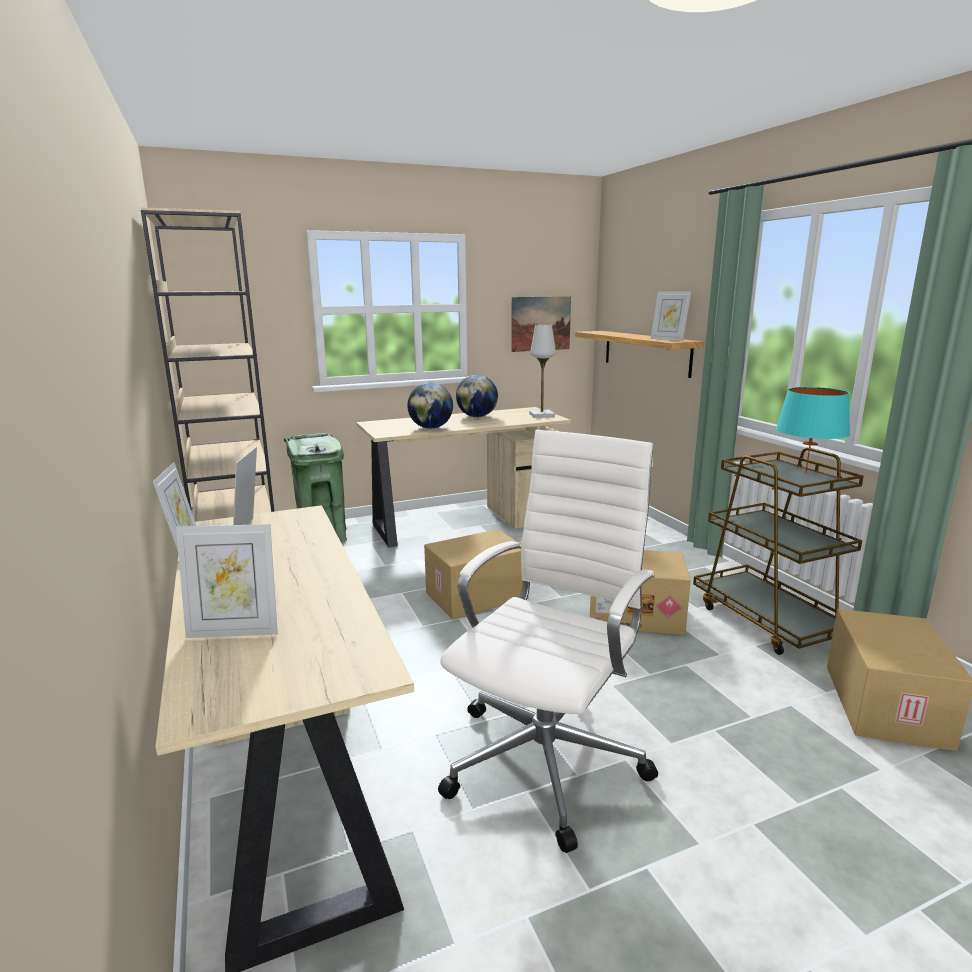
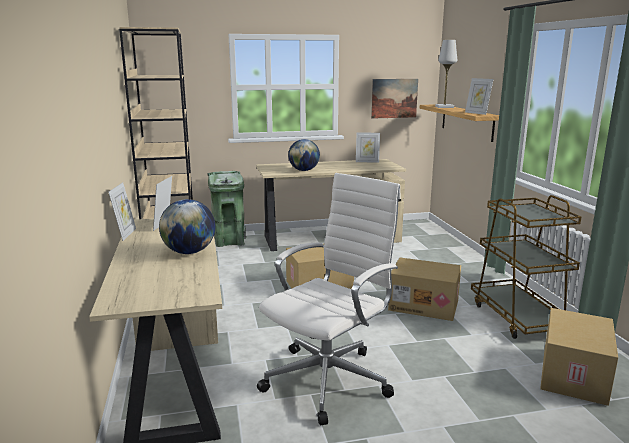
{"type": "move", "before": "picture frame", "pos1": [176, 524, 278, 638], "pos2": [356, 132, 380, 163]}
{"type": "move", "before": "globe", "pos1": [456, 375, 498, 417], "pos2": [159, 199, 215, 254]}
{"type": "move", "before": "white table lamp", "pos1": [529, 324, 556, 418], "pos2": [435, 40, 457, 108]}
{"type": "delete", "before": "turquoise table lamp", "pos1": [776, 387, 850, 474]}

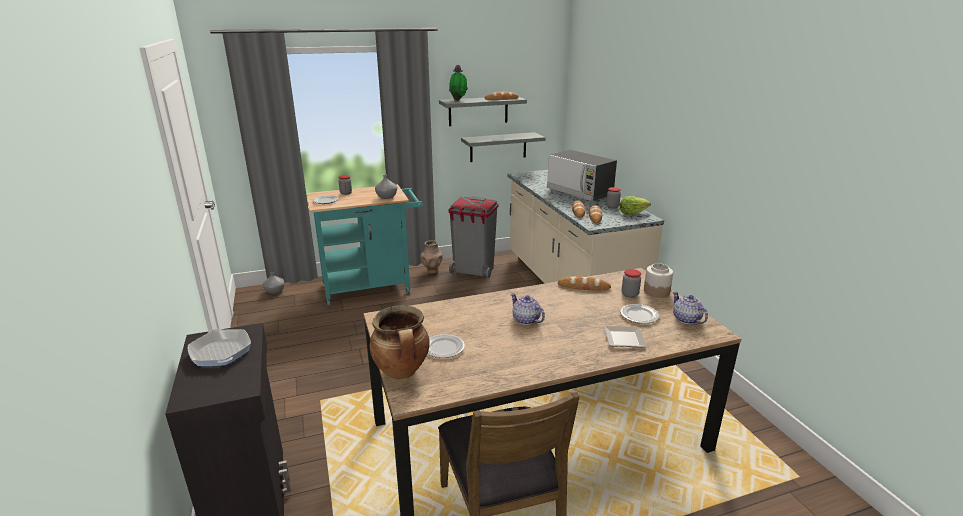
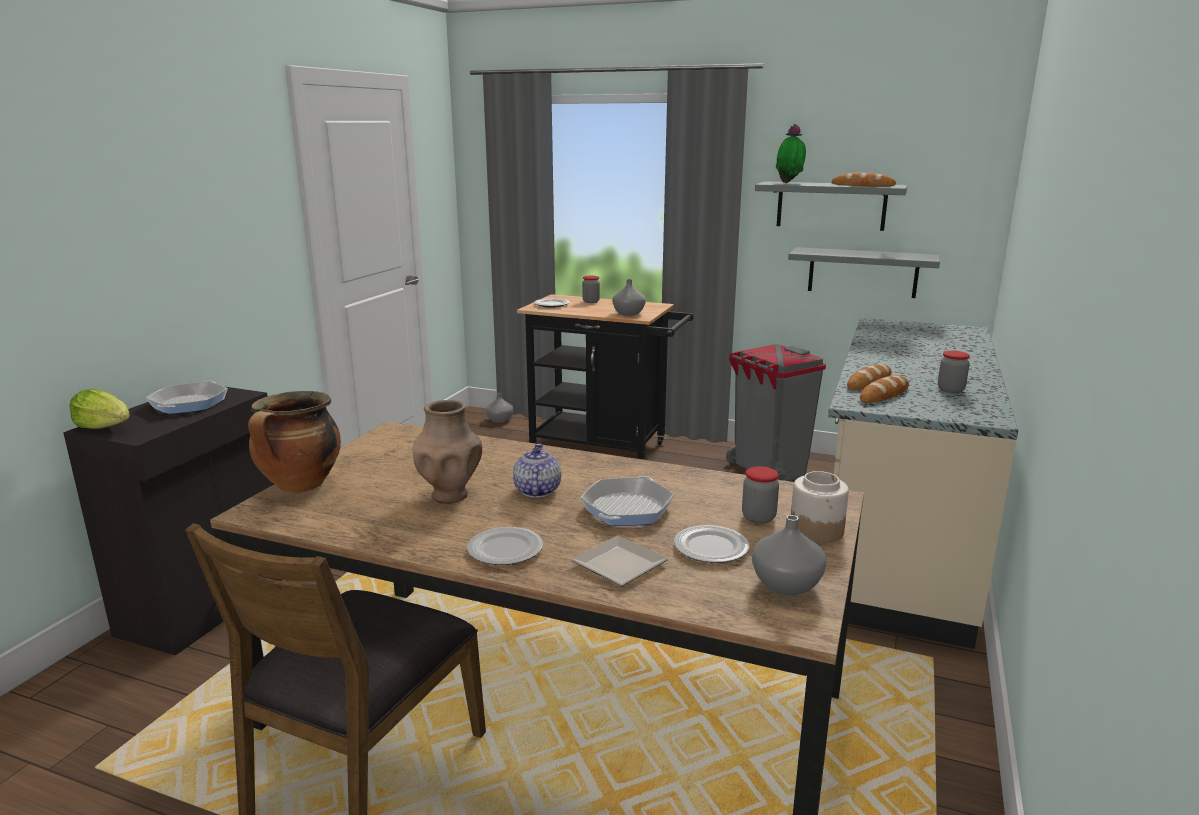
{"type": "recolor", "before": "turquoise cart", "after": "black cart", "pos1": [307, 184, 423, 306], "pos2": [517, 294, 694, 460]}
{"type": "move", "before": "brown vase", "pos1": [420, 240, 443, 274], "pos2": [413, 400, 482, 504]}
{"type": "move", "before": "plate", "pos1": [428, 334, 465, 358], "pos2": [467, 527, 543, 565]}
{"type": "delete", "before": "microwave", "pos1": [547, 150, 617, 201]}
{"type": "delete", "before": "bread", "pos1": [558, 276, 611, 290]}
{"type": "move", "before": "lettuce", "pos1": [620, 196, 651, 215], "pos2": [69, 389, 130, 429]}
{"type": "replace", "before": "teapot", "after": "grey vase", "pos1": [673, 291, 708, 324], "pos2": [752, 515, 827, 595]}
{"type": "insert", "after": "frying pan", "pos2": [581, 476, 674, 526]}

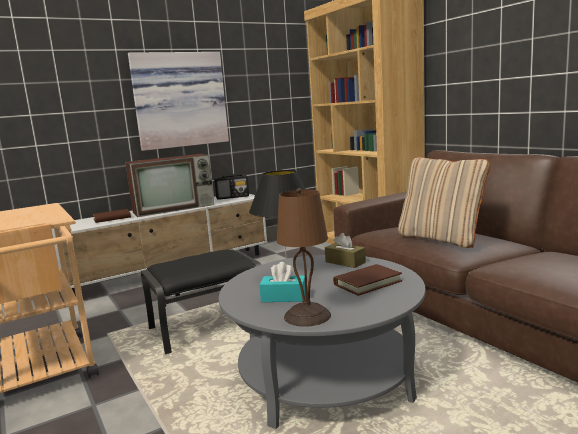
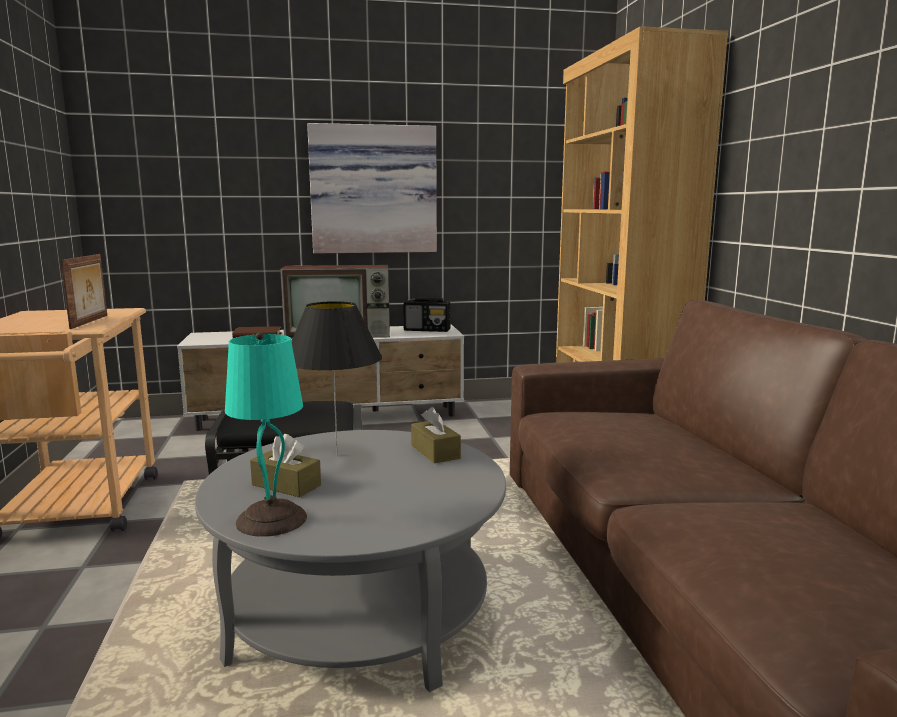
{"type": "recolor", "before": "turquoise tissue box", "after": "brown tissue box", "pos1": [259, 262, 305, 302], "pos2": [250, 434, 321, 497]}
{"type": "recolor", "before": "brown table lamp", "after": "turquoise table lamp", "pos1": [277, 188, 331, 327], "pos2": [225, 332, 307, 537]}
{"type": "delete", "before": "brown book", "pos1": [333, 264, 402, 296]}
{"type": "delete", "before": "beige pillow", "pos1": [398, 157, 490, 248]}
{"type": "insert", "after": "picture frame", "pos2": [61, 254, 107, 329]}

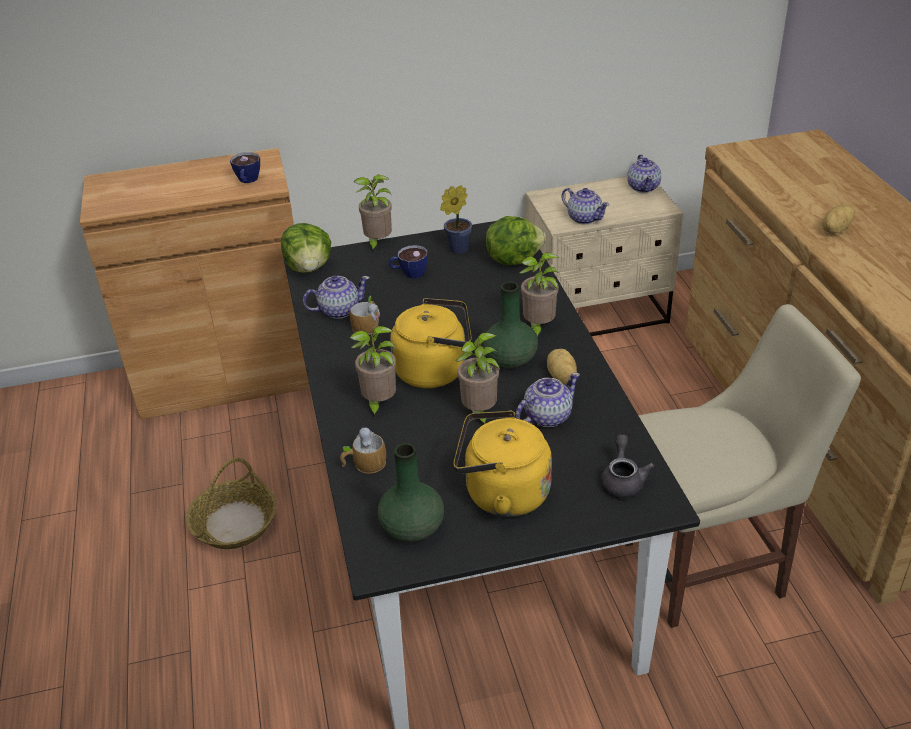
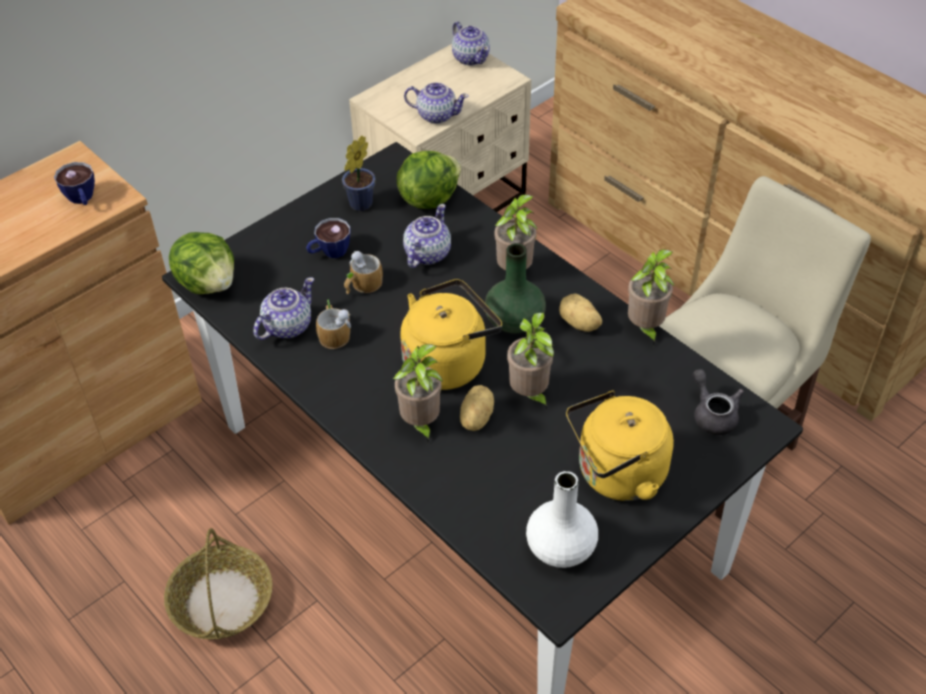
{"type": "move", "before": "mug", "pos1": [340, 427, 386, 474], "pos2": [344, 251, 383, 294]}
{"type": "move", "before": "potted plant", "pos1": [354, 175, 392, 253], "pos2": [628, 250, 675, 346]}
{"type": "recolor", "before": "green vase", "after": "white vase", "pos1": [378, 443, 444, 542], "pos2": [526, 471, 598, 568]}
{"type": "move", "before": "teapot", "pos1": [516, 372, 580, 427], "pos2": [403, 204, 451, 268]}
{"type": "move", "before": "potato", "pos1": [822, 204, 855, 234], "pos2": [460, 385, 494, 431]}

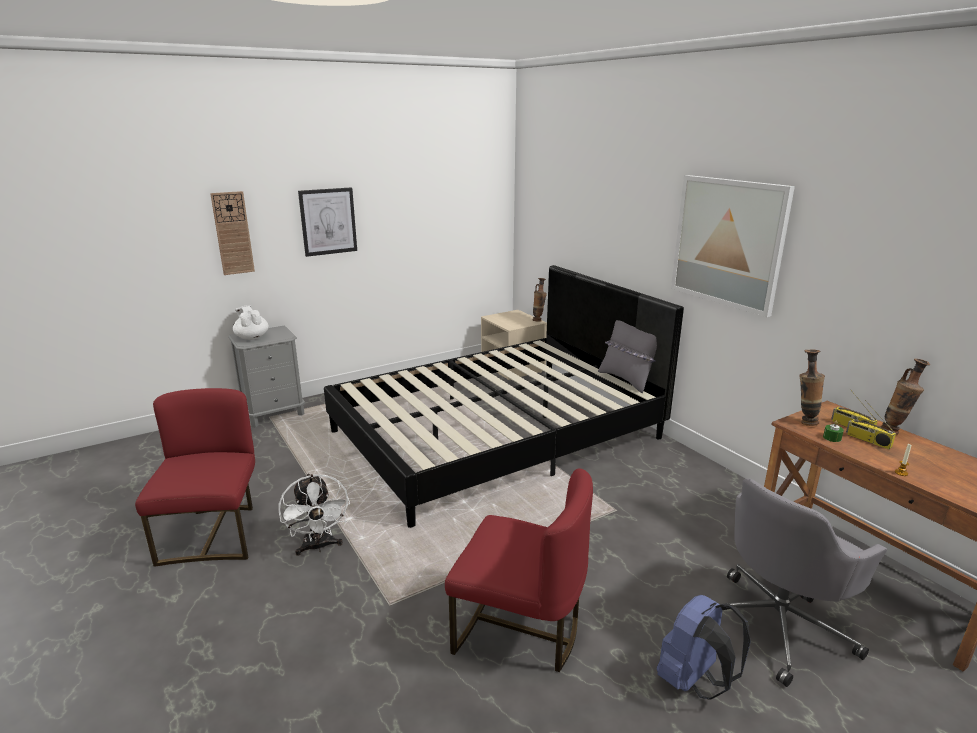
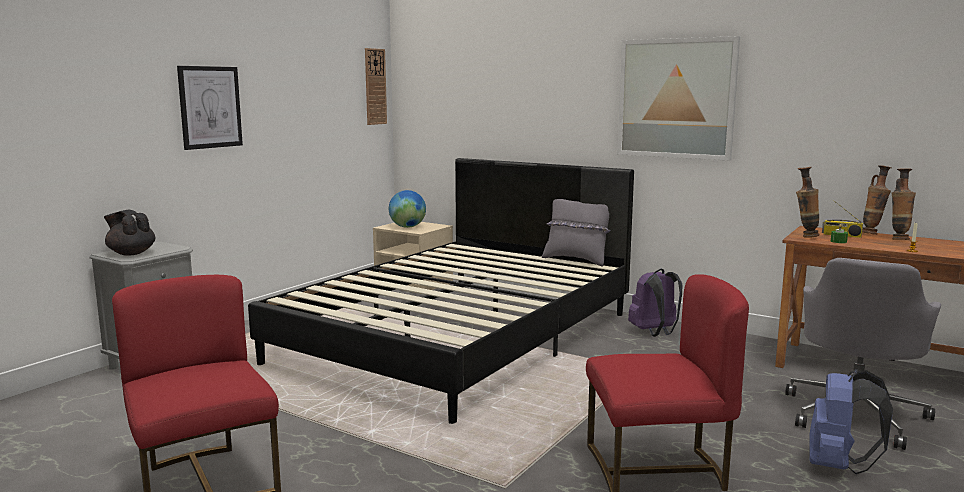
{"type": "move", "before": "wall clock", "pos1": [210, 191, 255, 275], "pos2": [365, 48, 387, 125]}
{"type": "recolor", "before": "white teapot", "after": "black teapot", "pos1": [233, 305, 269, 340], "pos2": [104, 210, 156, 256]}
{"type": "delete", "before": "white fan", "pos1": [278, 473, 350, 556]}
{"type": "move", "before": "vase", "pos1": [533, 278, 547, 322], "pos2": [892, 168, 916, 240]}
{"type": "delete", "before": "radio", "pos1": [846, 400, 896, 449]}
{"type": "insert", "after": "globe", "pos2": [389, 190, 426, 228]}
{"type": "insert", "after": "purple backpack", "pos2": [628, 269, 682, 337]}

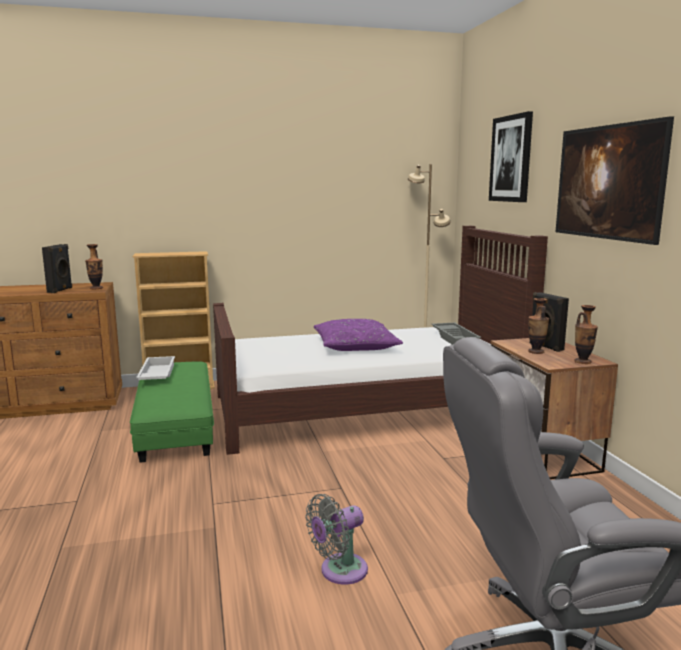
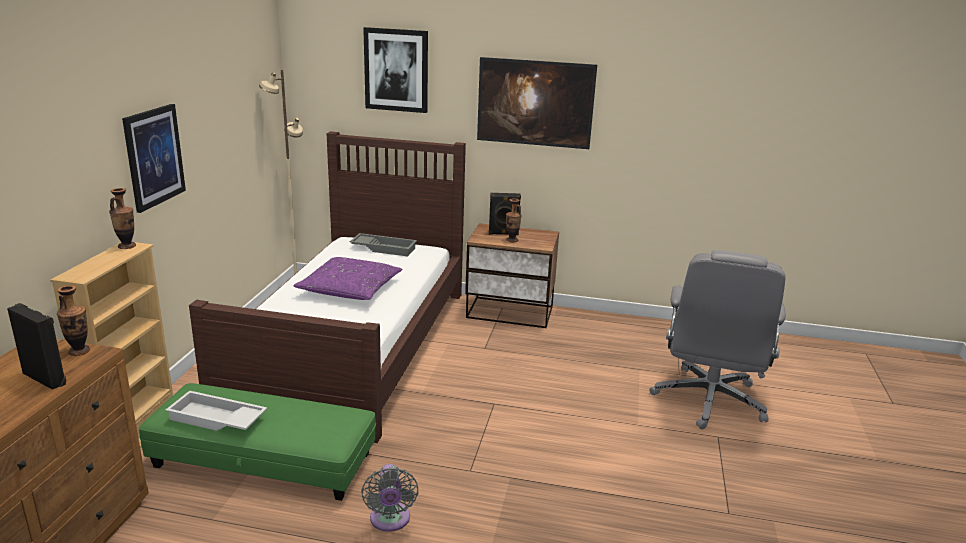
{"type": "move", "before": "grey fan", "pos1": [305, 494, 368, 585], "pos2": [361, 464, 419, 532]}
{"type": "move", "before": "vase", "pos1": [574, 305, 598, 364], "pos2": [109, 188, 136, 249]}
{"type": "insert", "after": "picture", "pos2": [122, 104, 186, 213]}

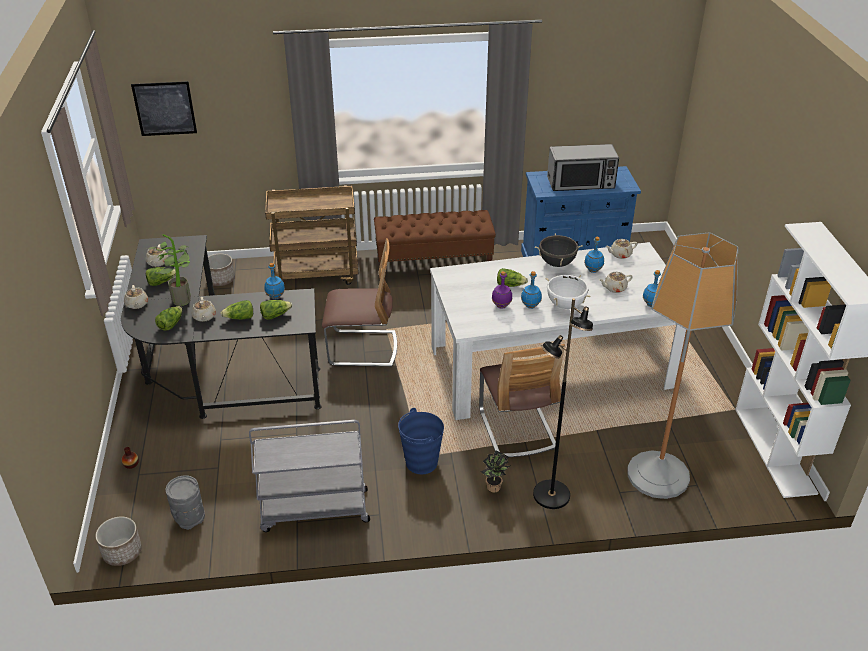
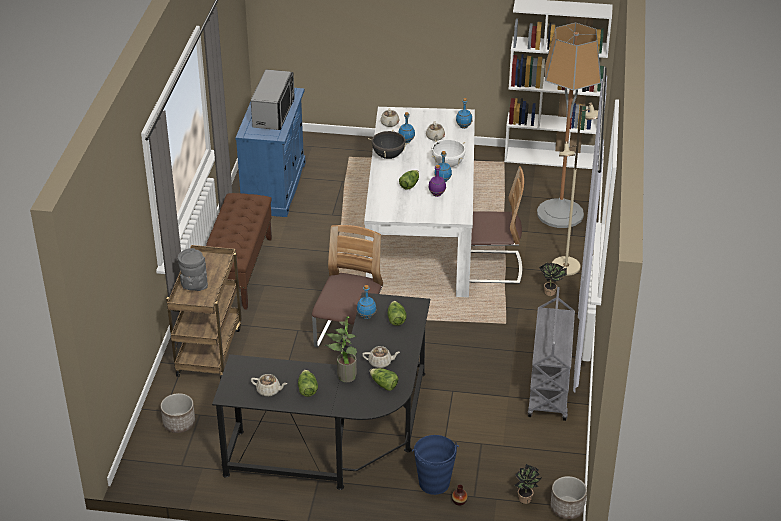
{"type": "delete", "before": "beige teapot", "pos1": [124, 285, 148, 309]}
{"type": "delete", "before": "picture", "pos1": [131, 81, 197, 136]}
{"type": "move", "before": "grey vase", "pos1": [166, 475, 205, 530], "pos2": [178, 248, 208, 291]}
{"type": "delete", "before": "lettuce", "pos1": [220, 300, 253, 319]}
{"type": "move", "before": "blue bucket", "pos1": [398, 408, 444, 474], "pos2": [412, 435, 459, 495]}
{"type": "recolor", "before": "black floor lamp", "after": "beige floor lamp", "pos1": [533, 298, 593, 509], "pos2": [552, 103, 598, 276]}
{"type": "insert", "after": "potted plant", "pos2": [515, 464, 542, 504]}

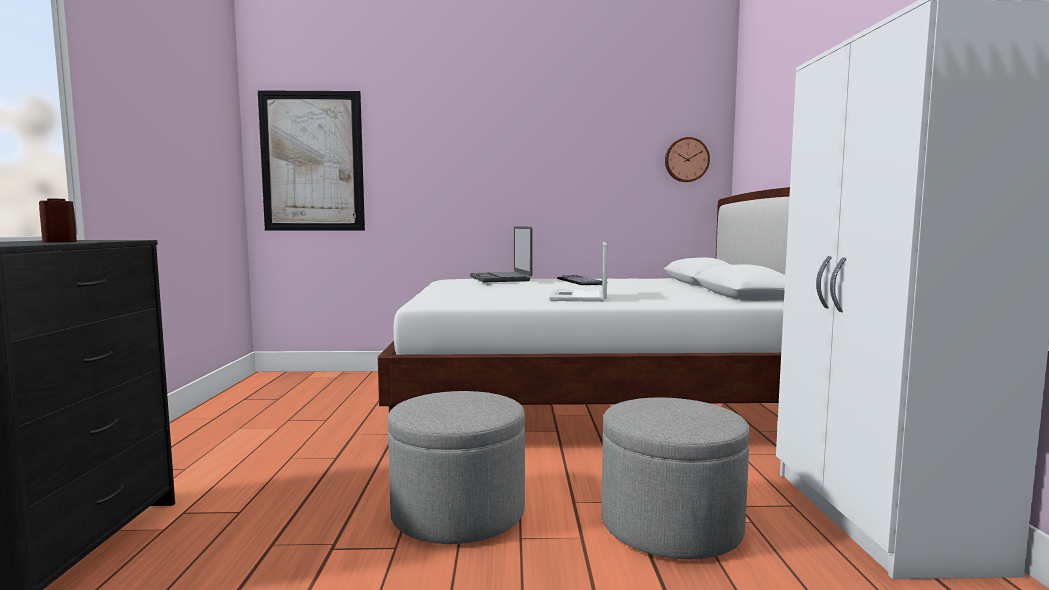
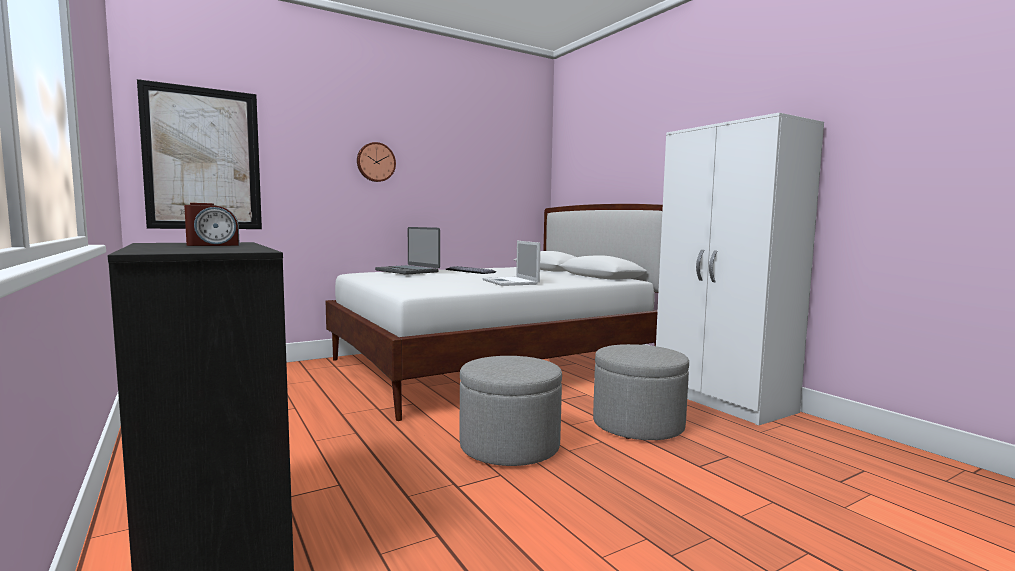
{"type": "rotate", "before": "alarm clock", "pos1": [39, 198, 77, 242], "pos2": [184, 203, 240, 246], "turn": 135}
{"type": "move", "before": "wall clock", "pos1": [665, 137, 710, 182], "pos2": [357, 142, 396, 182]}

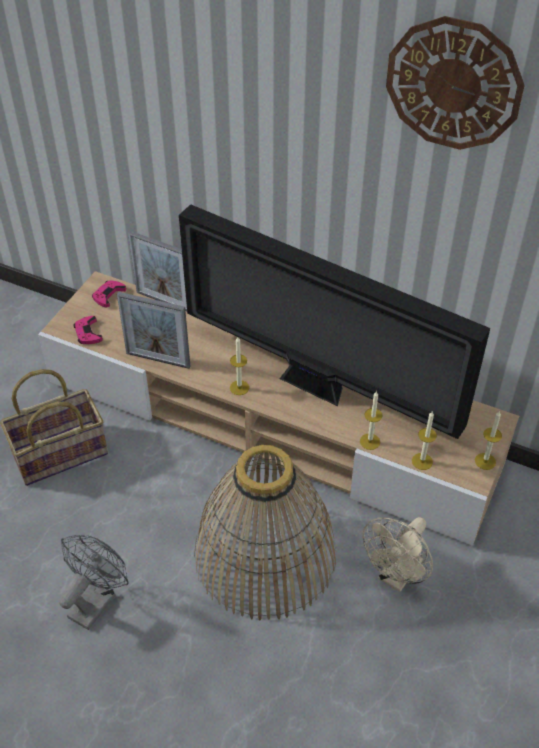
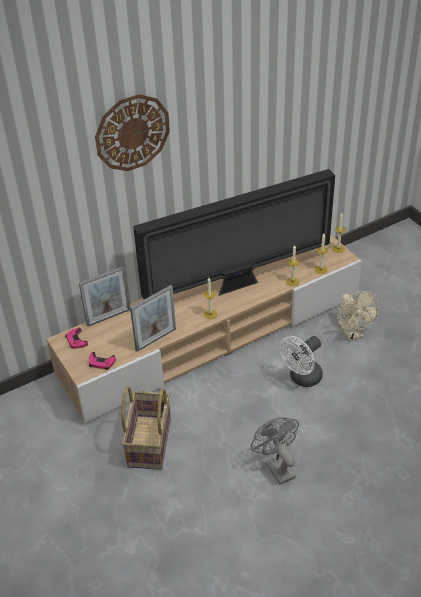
{"type": "replace", "before": "basket", "after": "white fan", "pos1": [194, 445, 336, 621], "pos2": [280, 336, 323, 387]}
{"type": "move", "before": "wall clock", "pos1": [386, 16, 525, 150], "pos2": [95, 94, 170, 171]}

